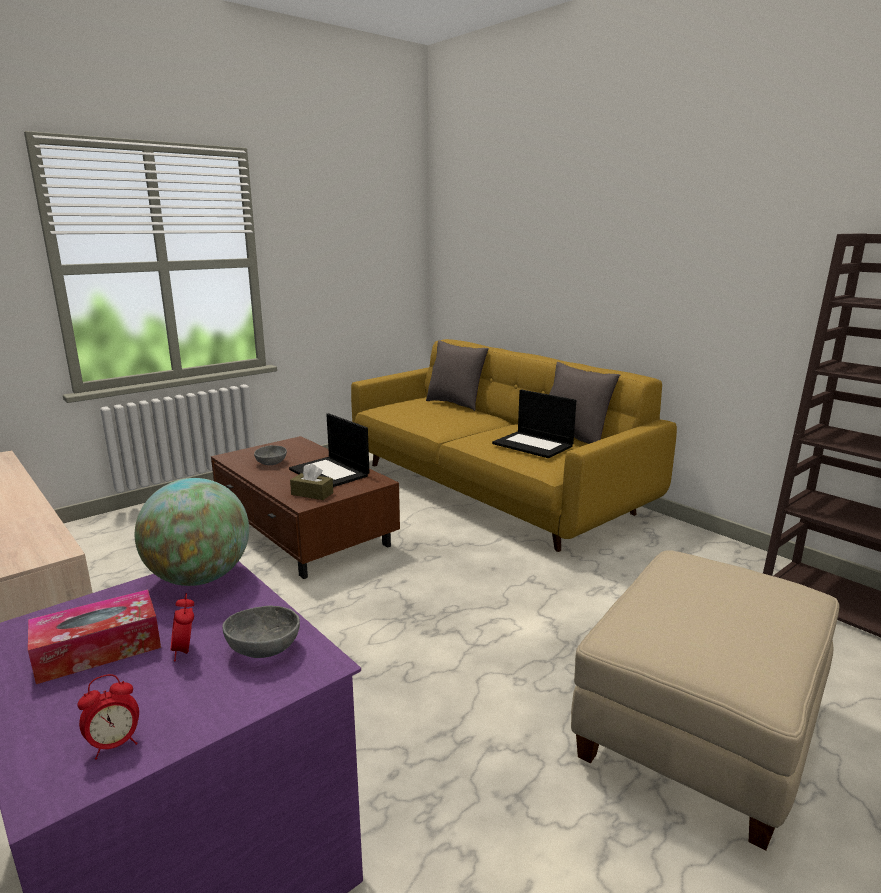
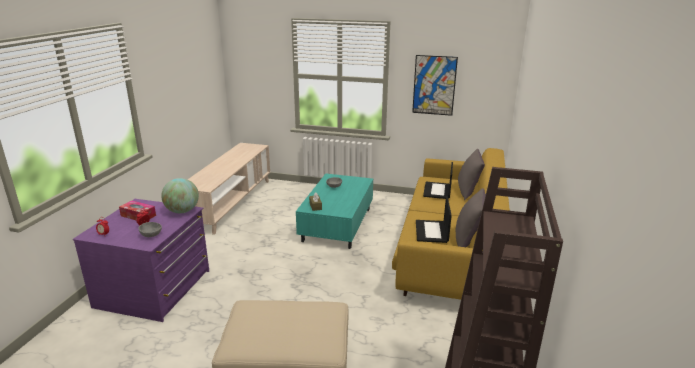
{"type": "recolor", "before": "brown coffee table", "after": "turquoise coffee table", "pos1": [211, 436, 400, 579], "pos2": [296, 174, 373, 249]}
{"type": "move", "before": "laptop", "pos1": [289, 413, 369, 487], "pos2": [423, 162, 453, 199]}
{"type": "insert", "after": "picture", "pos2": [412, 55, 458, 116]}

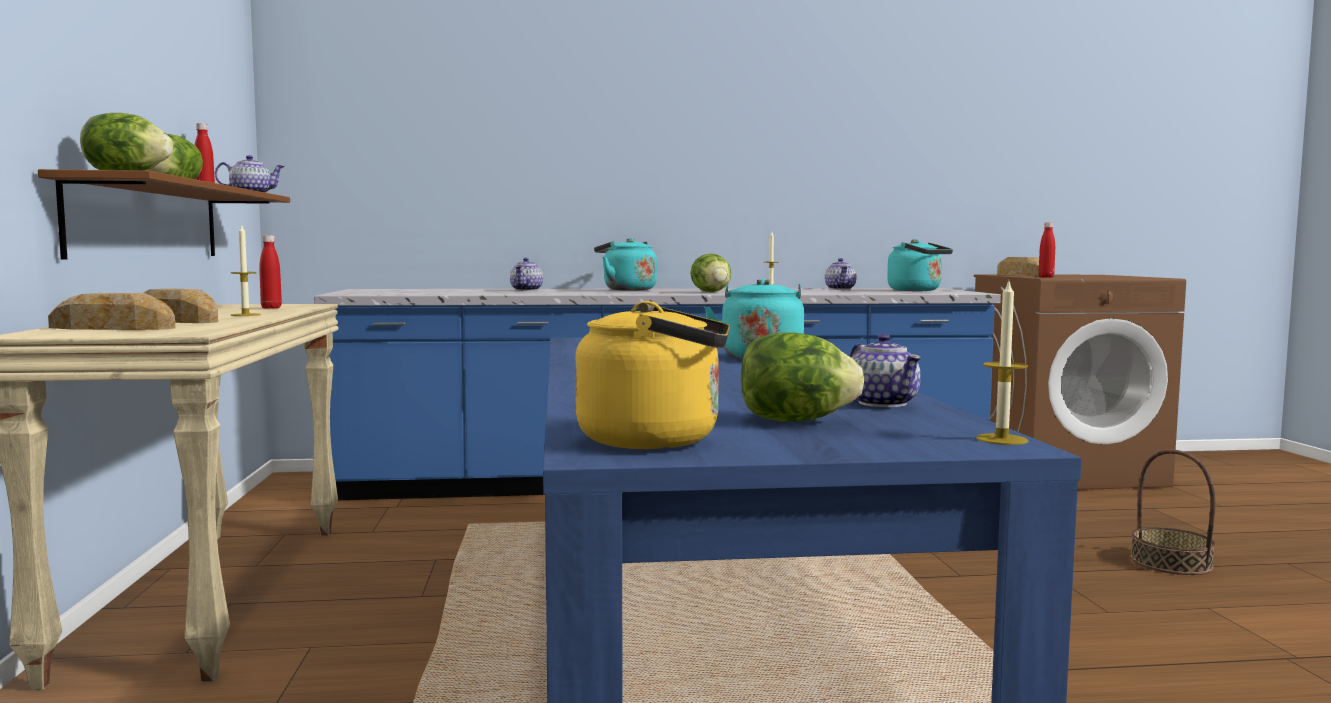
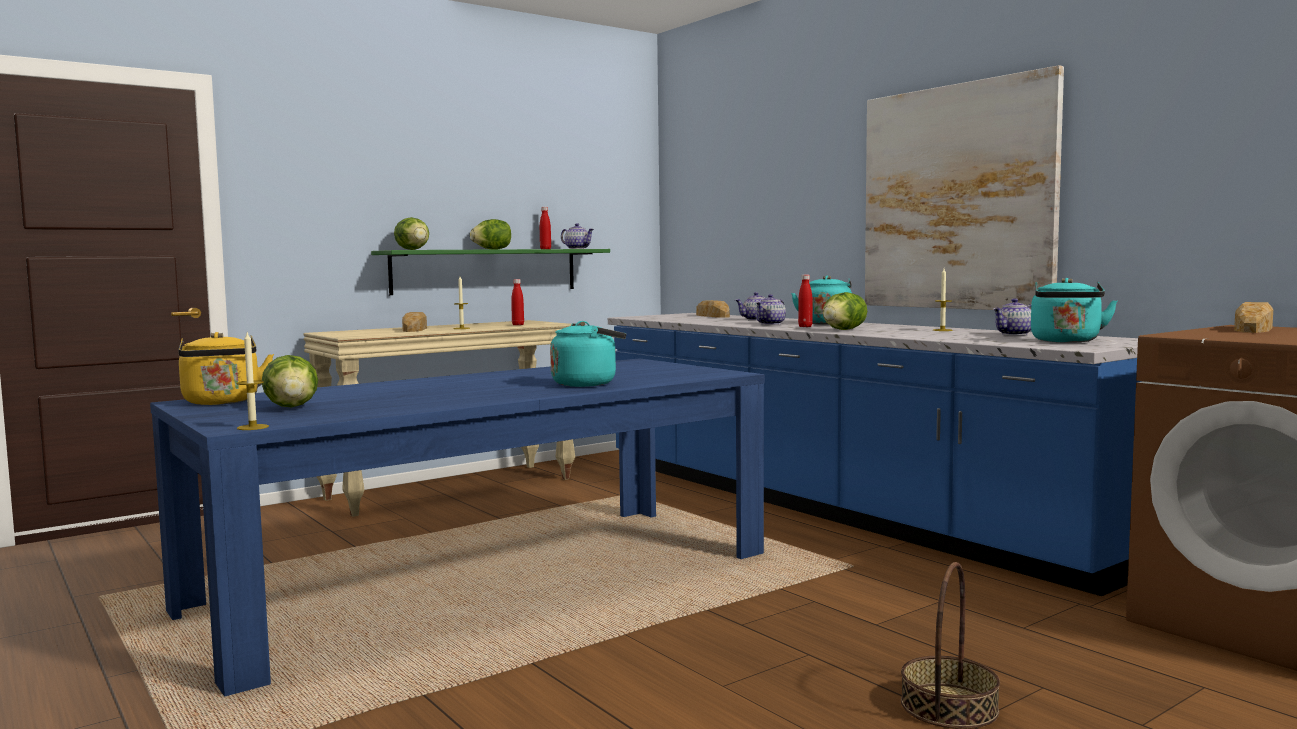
{"type": "recolor", "before": "brown shelf", "after": "green shelf", "pos1": [38, 169, 290, 260], "pos2": [371, 249, 610, 295]}
{"type": "move", "before": "bread", "pos1": [48, 293, 176, 330], "pos2": [696, 300, 730, 318]}
{"type": "move", "before": "teapot", "pos1": [850, 334, 921, 407], "pos2": [755, 294, 786, 325]}
{"type": "move", "before": "red bottle", "pos1": [1039, 222, 1055, 278], "pos2": [798, 275, 812, 327]}
{"type": "insert", "after": "picture", "pos2": [865, 65, 1064, 310]}

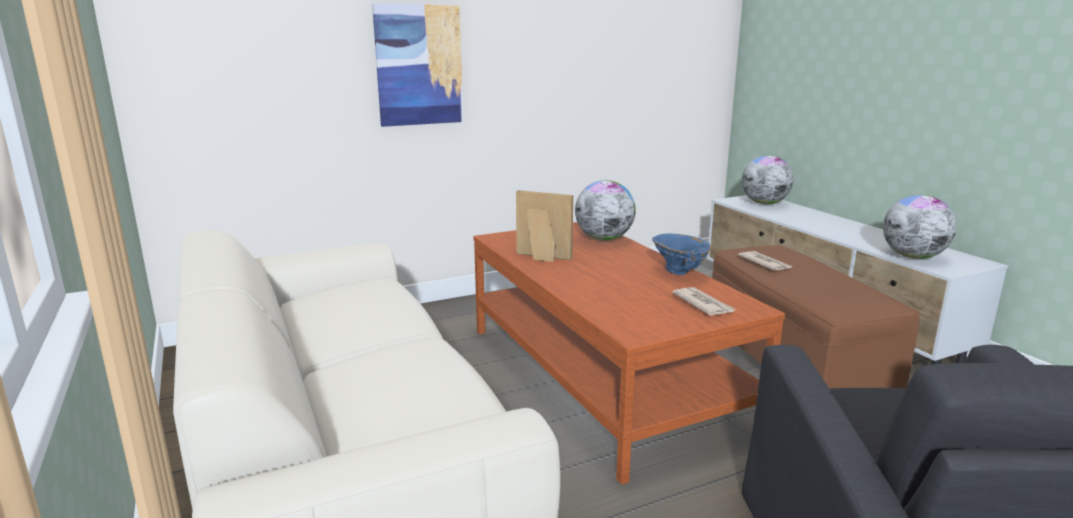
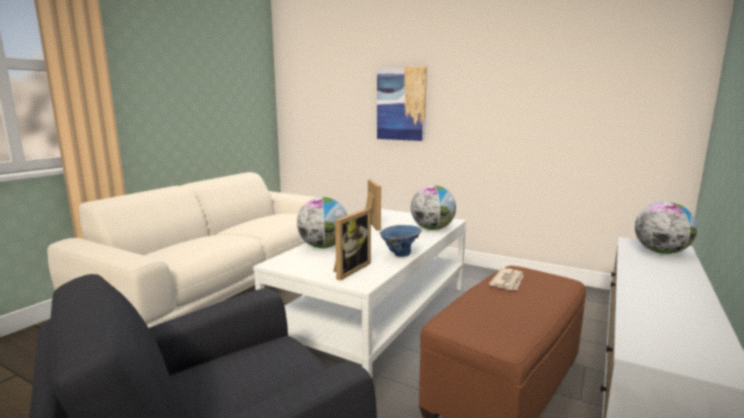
{"type": "recolor", "before": "brown coffee table", "after": "white coffee table", "pos1": [473, 222, 785, 485], "pos2": [253, 209, 466, 378]}
{"type": "replace", "before": "newspaper", "after": "picture frame", "pos1": [672, 287, 737, 315], "pos2": [333, 208, 371, 280]}
{"type": "move", "before": "globe", "pos1": [883, 195, 956, 259], "pos2": [297, 197, 347, 248]}

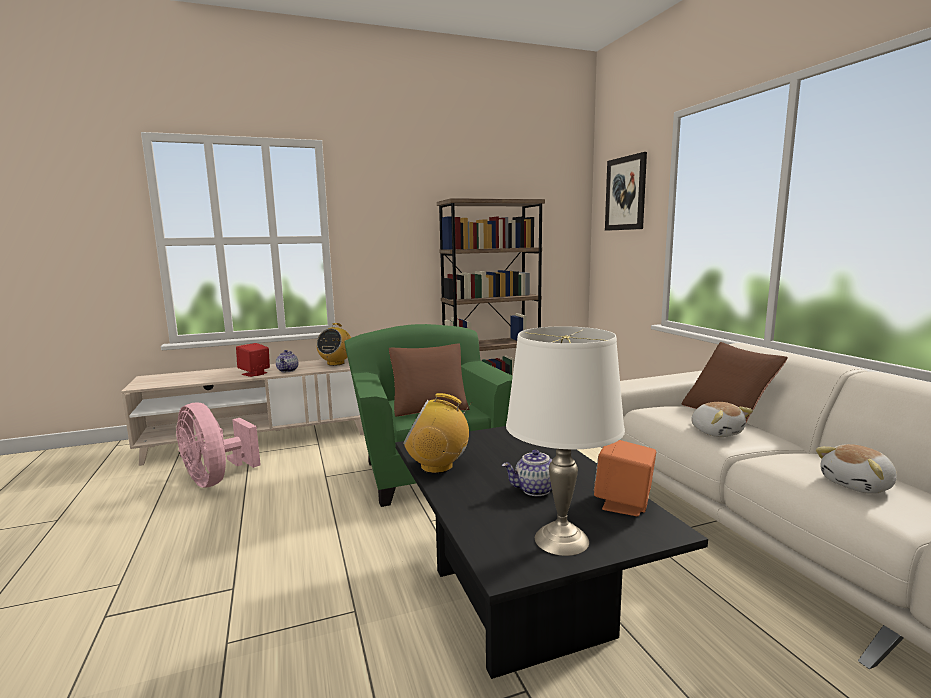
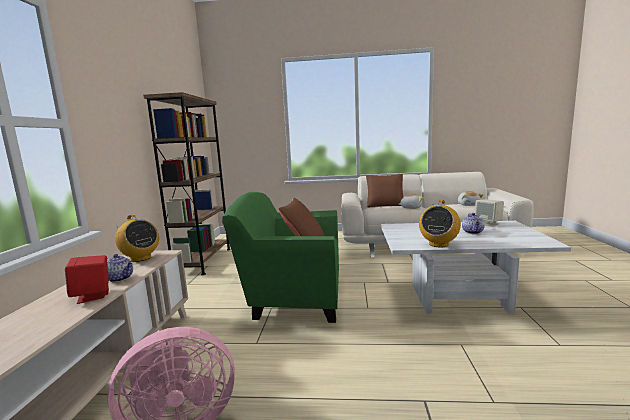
{"type": "recolor", "before": "black coffee table", "after": "white coffee table", "pos1": [395, 426, 708, 679], "pos2": [381, 221, 571, 314]}
{"type": "delete", "before": "white table lamp", "pos1": [506, 326, 625, 556]}
{"type": "recolor", "before": "orange speaker", "after": "beige speaker", "pos1": [594, 440, 656, 516], "pos2": [475, 199, 504, 227]}
{"type": "delete", "before": "picture", "pos1": [605, 152, 647, 231]}

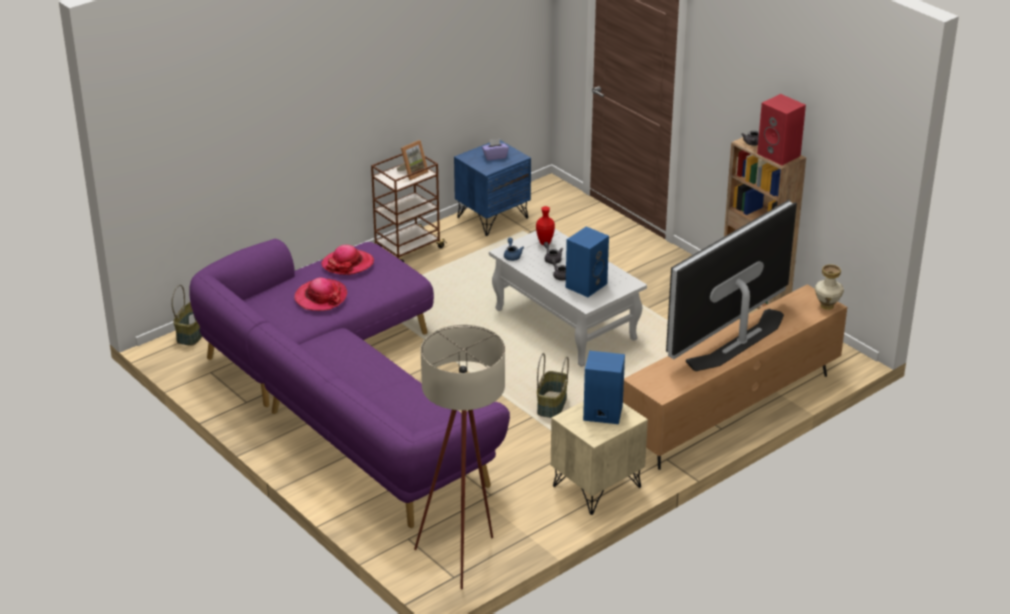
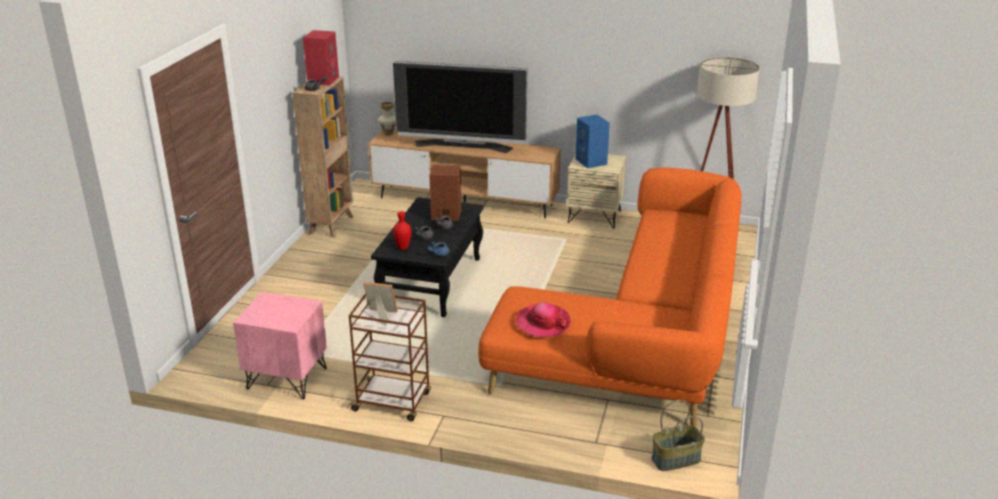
{"type": "recolor", "before": "purple sofa", "after": "orange sofa", "pos1": [189, 238, 510, 528], "pos2": [478, 167, 742, 427]}
{"type": "delete", "before": "hat", "pos1": [294, 278, 347, 311]}
{"type": "recolor", "before": "blue nightstand", "after": "pink nightstand", "pos1": [454, 140, 531, 236], "pos2": [233, 292, 327, 399]}
{"type": "delete", "before": "purple tissue box", "pos1": [482, 139, 509, 160]}
{"type": "recolor", "before": "white coffee table", "after": "black coffee table", "pos1": [489, 229, 647, 367], "pos2": [371, 197, 484, 317]}
{"type": "delete", "before": "basket", "pos1": [537, 353, 569, 418]}
{"type": "recolor", "before": "blue speaker", "after": "brown speaker", "pos1": [566, 226, 609, 297], "pos2": [429, 165, 461, 221]}

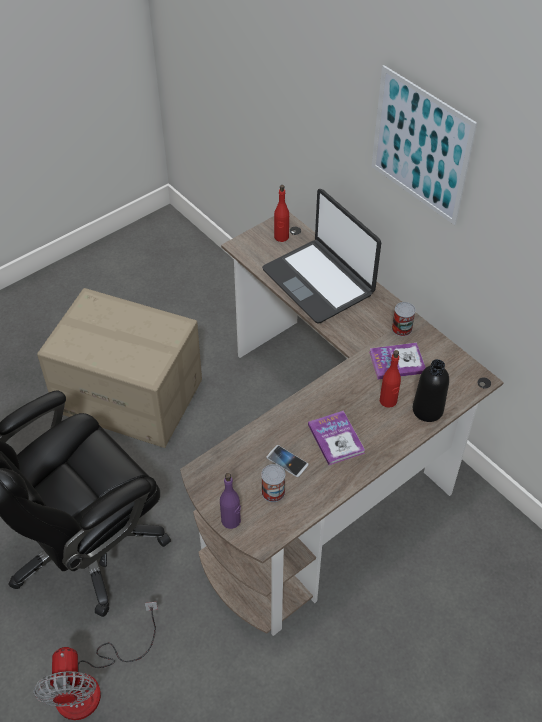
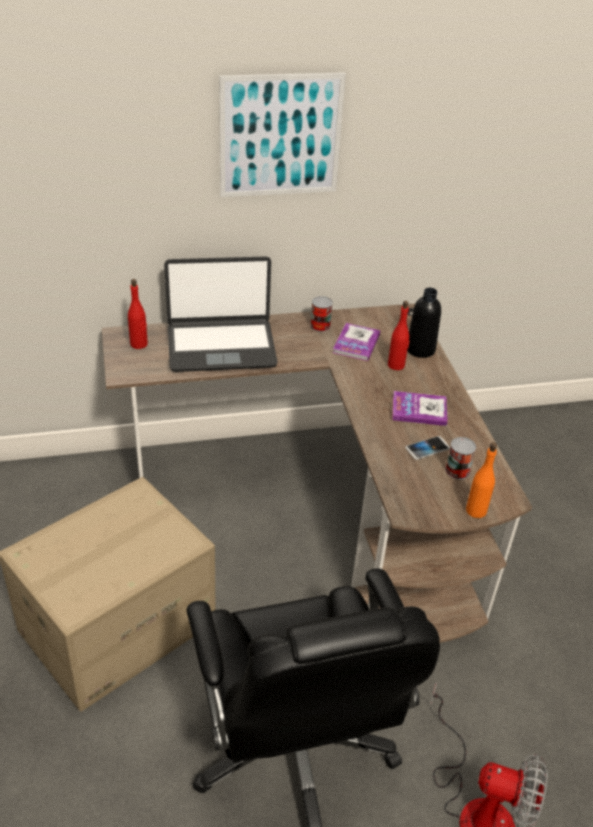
{"type": "recolor", "before": "purple bottle", "after": "orange bottle", "pos1": [220, 473, 241, 529], "pos2": [466, 442, 497, 518]}

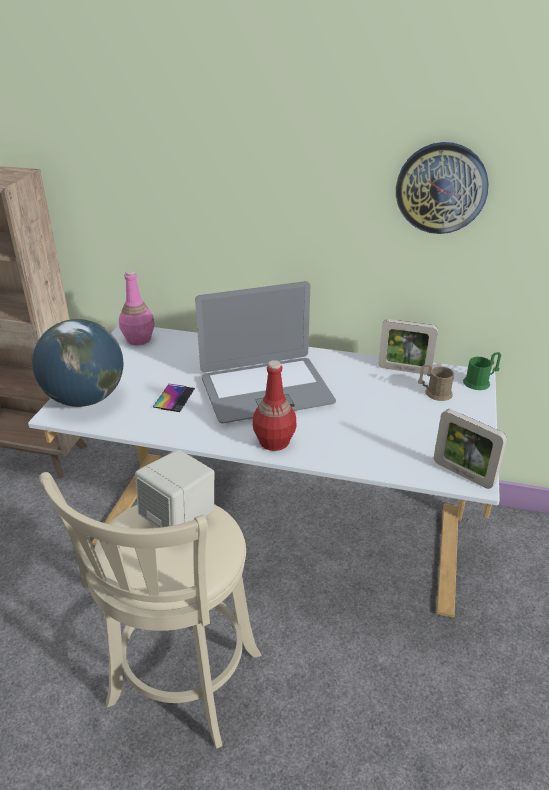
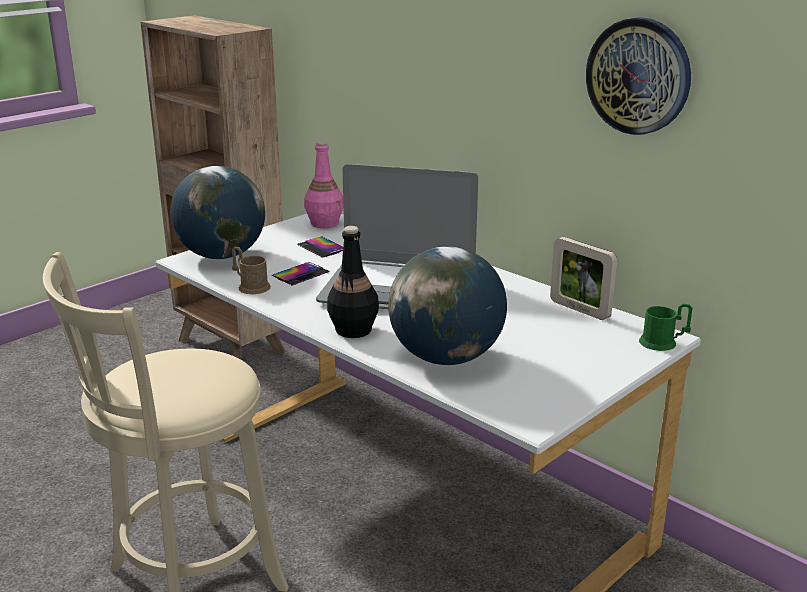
{"type": "delete", "before": "beige speaker", "pos1": [135, 450, 214, 528]}
{"type": "recolor", "before": "red bottle", "after": "black bottle", "pos1": [253, 360, 296, 451], "pos2": [327, 226, 379, 338]}
{"type": "move", "before": "brown mug", "pos1": [418, 364, 454, 401], "pos2": [232, 247, 271, 294]}
{"type": "delete", "before": "picture frame", "pos1": [434, 409, 507, 489]}
{"type": "insert", "after": "phone", "pos2": [297, 236, 343, 258]}
{"type": "insert", "after": "globe", "pos2": [388, 246, 507, 365]}

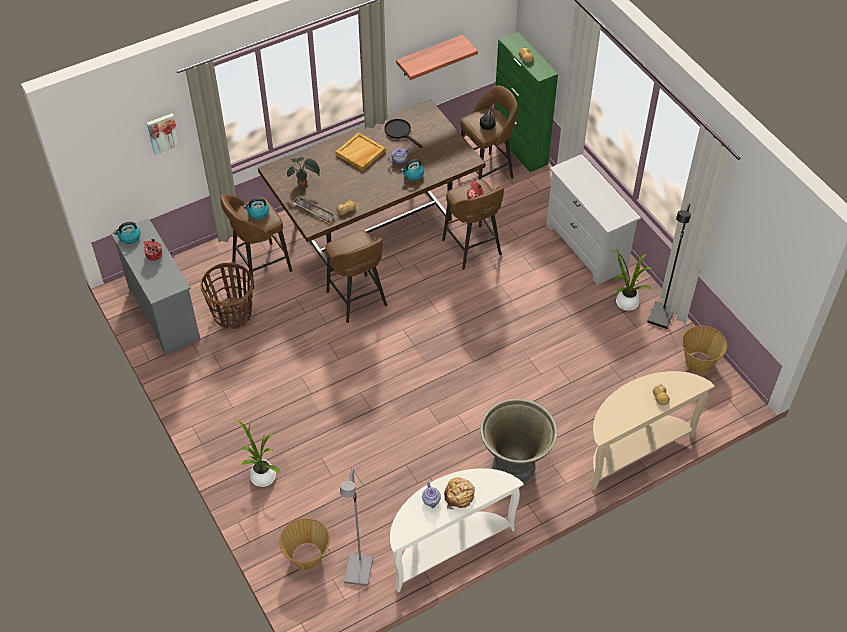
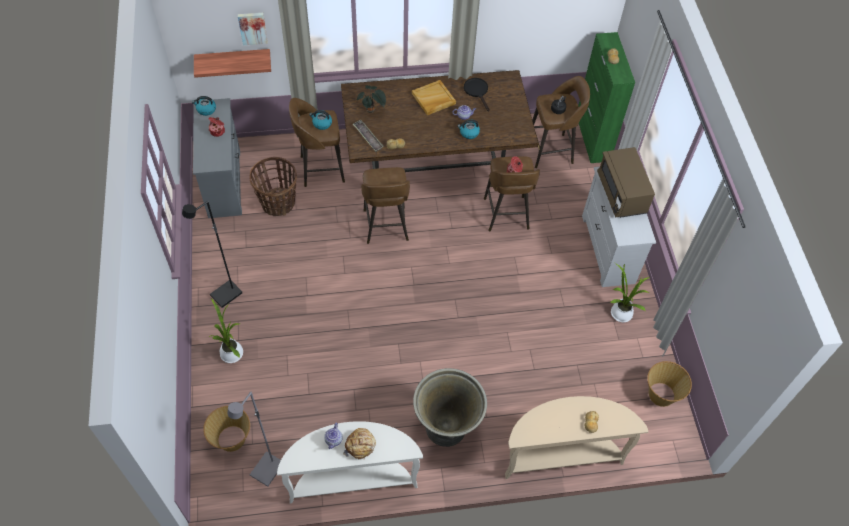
{"type": "move", "before": "shelf", "pos1": [396, 35, 478, 80], "pos2": [194, 49, 271, 78]}
{"type": "move", "before": "black floor lamp", "pos1": [647, 203, 691, 329], "pos2": [182, 201, 242, 308]}
{"type": "insert", "after": "brown microwave", "pos2": [597, 147, 655, 218]}

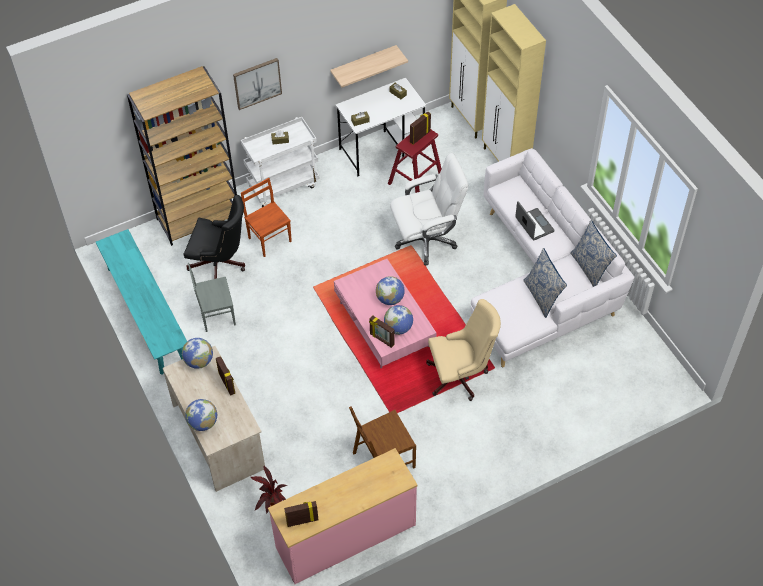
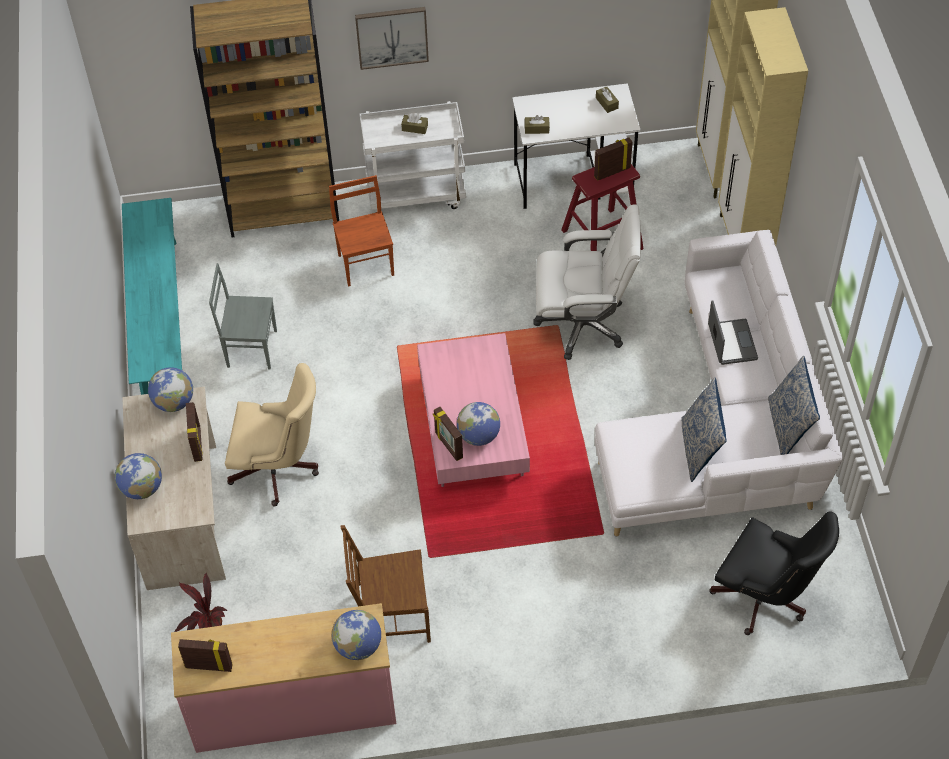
{"type": "move", "before": "black office chair", "pos1": [184, 195, 245, 279], "pos2": [709, 511, 839, 635]}
{"type": "delete", "before": "shelf", "pos1": [330, 45, 408, 87]}
{"type": "move", "before": "globe", "pos1": [376, 276, 405, 305], "pos2": [331, 610, 381, 660]}
{"type": "move", "before": "beige office chair", "pos1": [426, 299, 501, 401], "pos2": [225, 363, 319, 507]}

